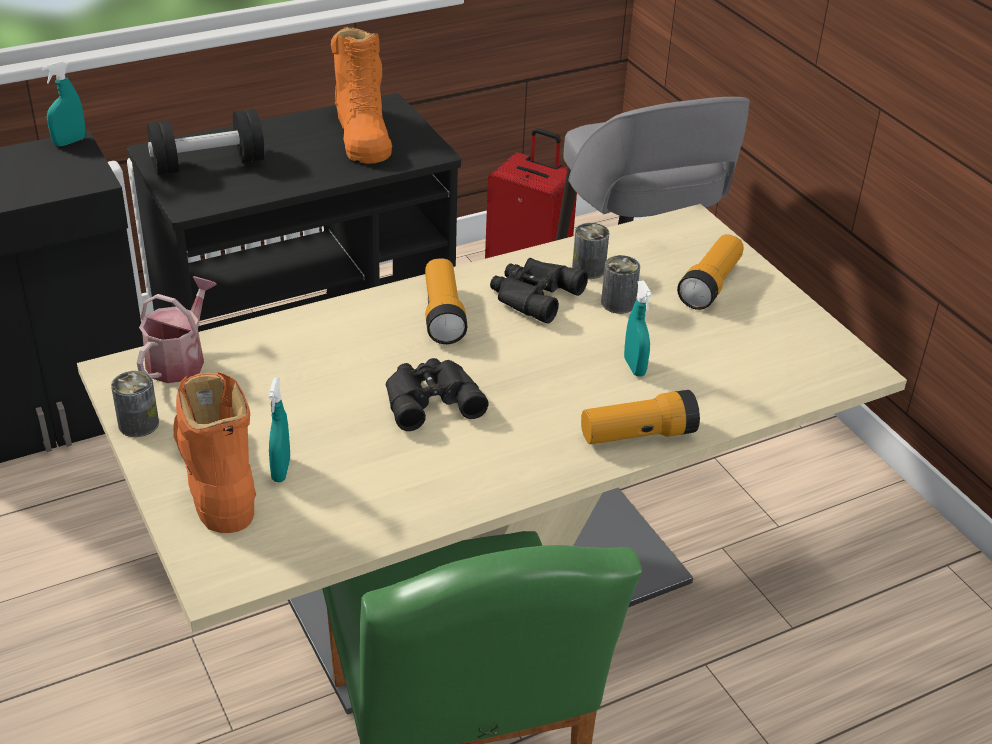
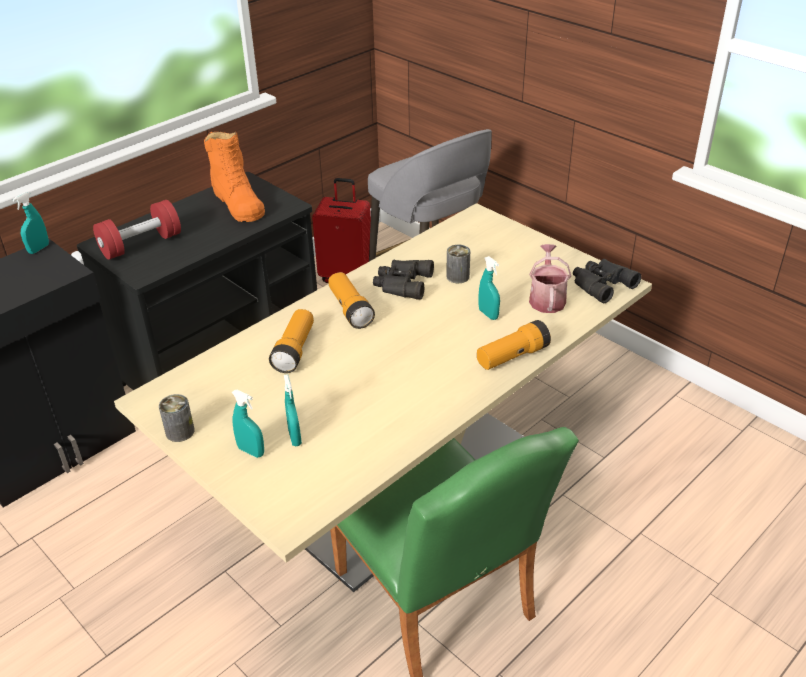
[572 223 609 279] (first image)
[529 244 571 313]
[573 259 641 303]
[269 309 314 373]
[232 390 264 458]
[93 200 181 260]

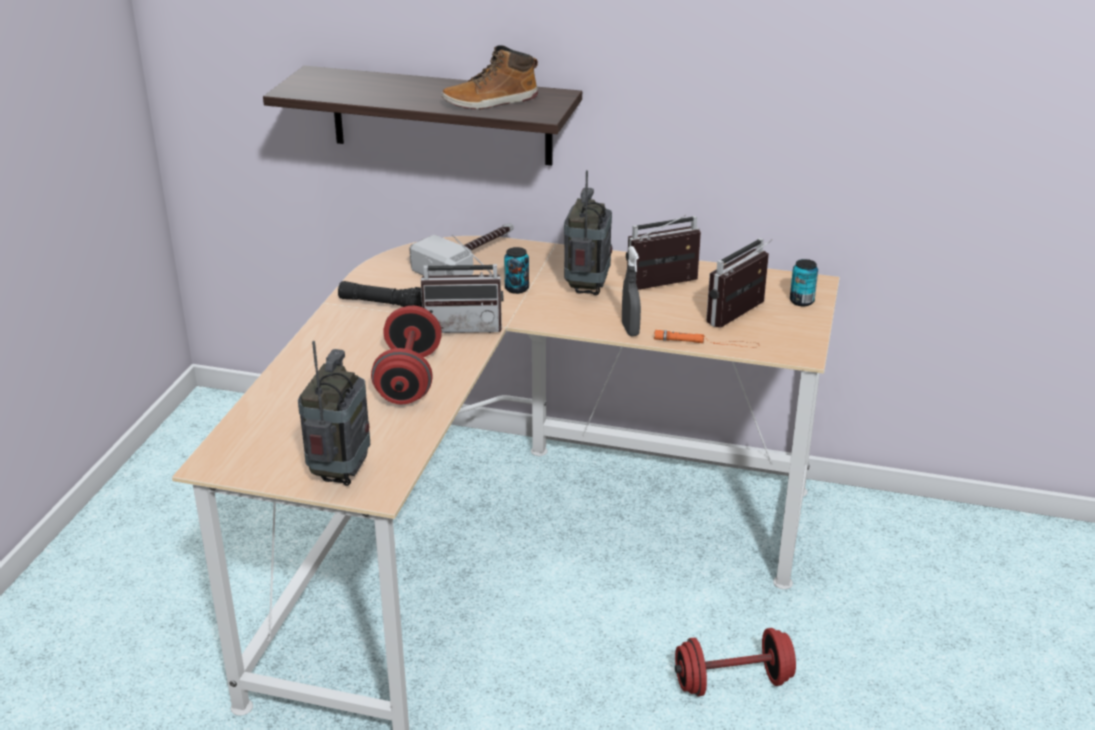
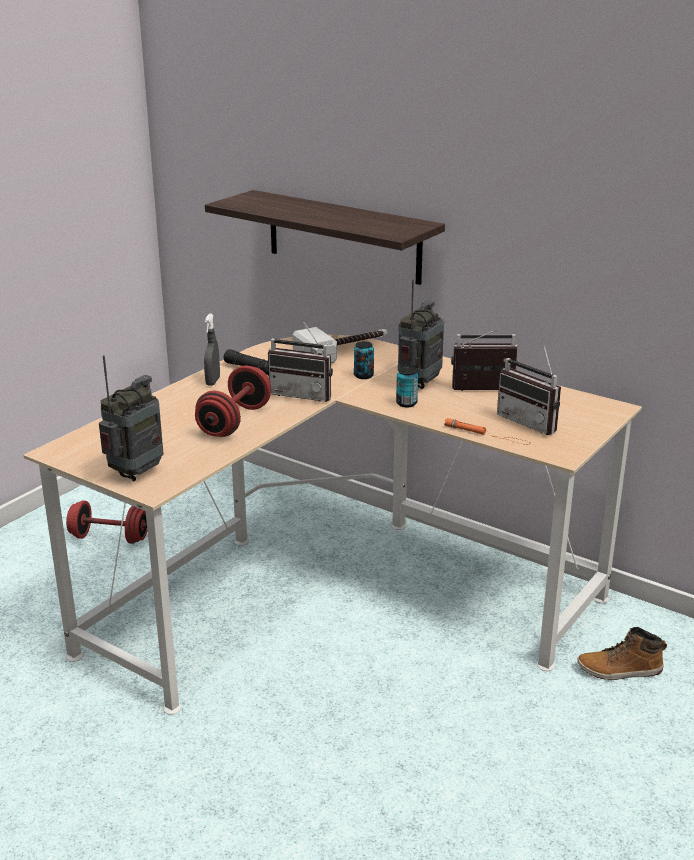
[577 627 667 680]
[204 314 220 386]
[66 501 147 544]
[396 367 418 407]
[497 343 561 435]

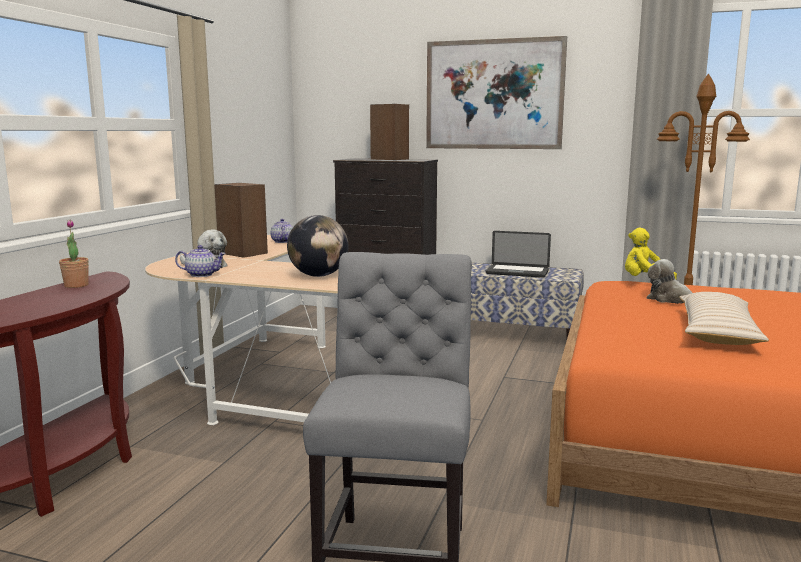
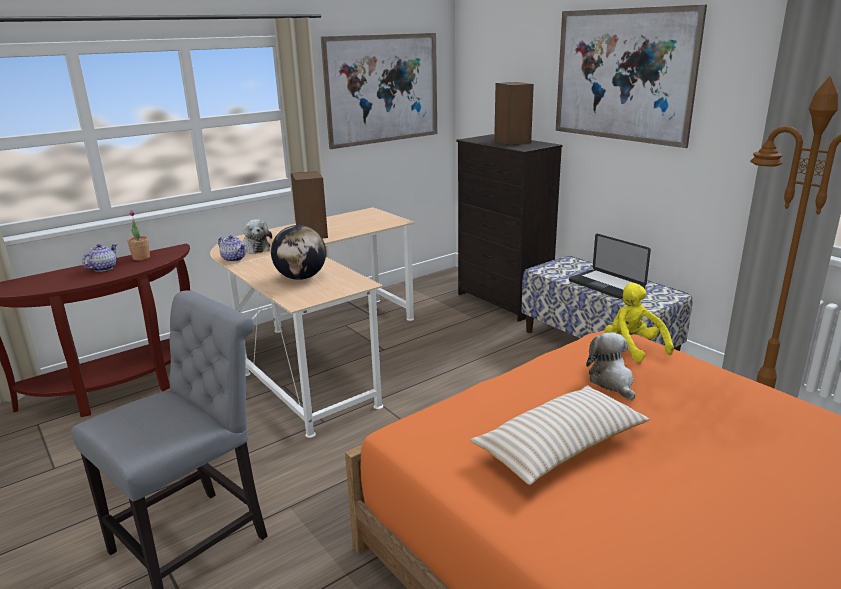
[321 33 437 149]
[82 244 117 272]

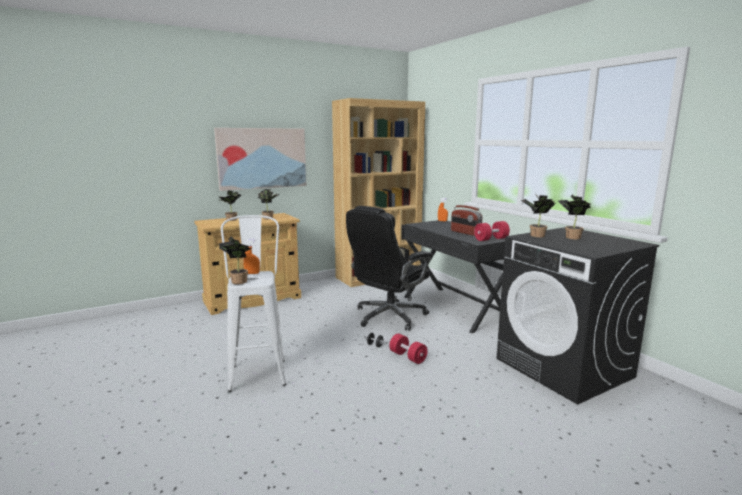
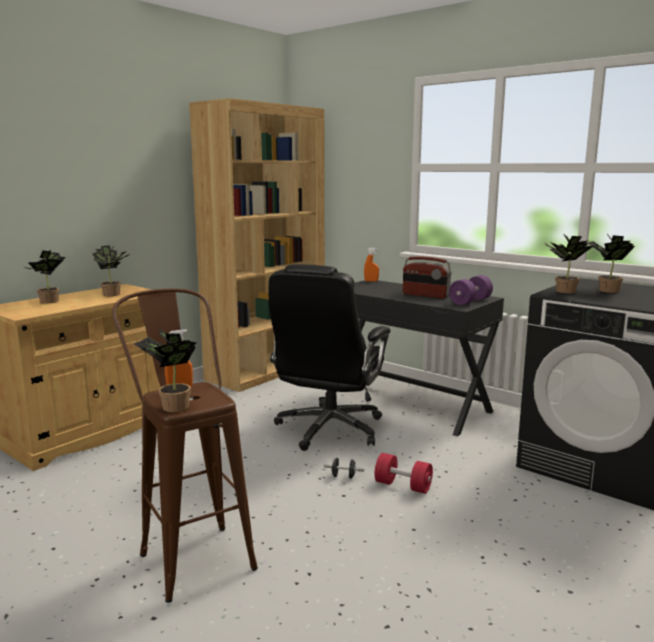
[214 128 306 191] (first image)
[112 288 258 603]
[449 275 493 305]

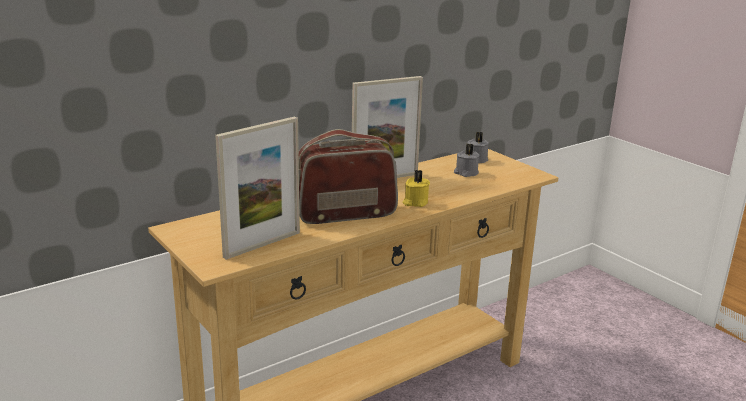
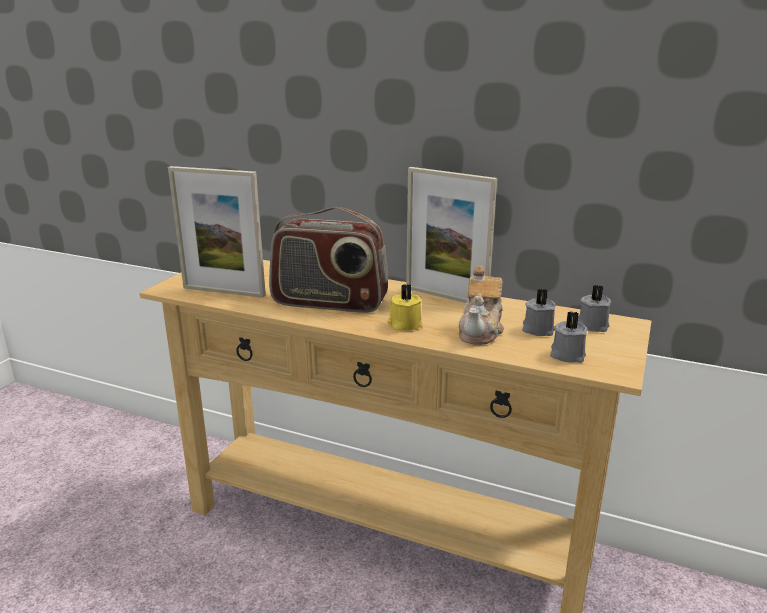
[458 266 504 345]
[550 311 588 363]
[269 207 388 313]

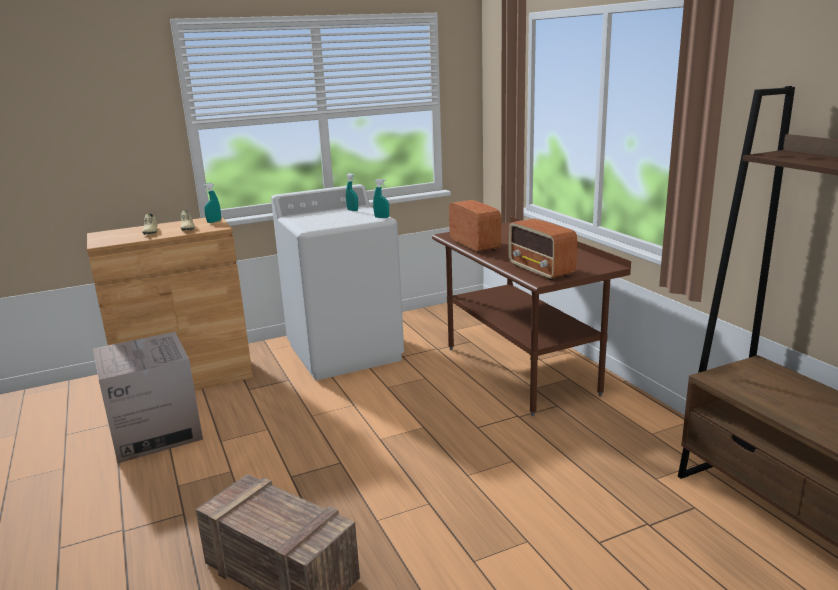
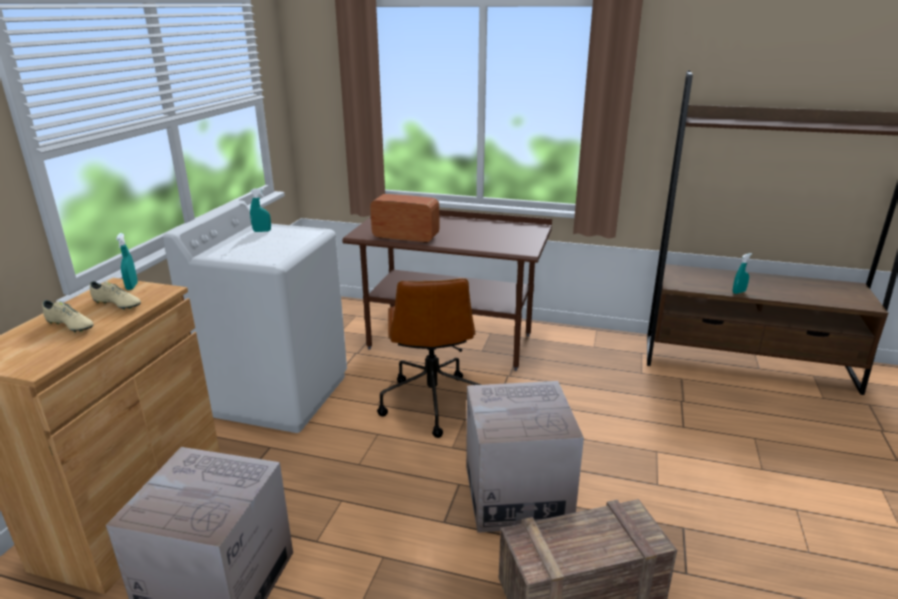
[509 218 577 280] (first image)
[377 278 482 438]
[466 381 584 533]
[733 253 752 294]

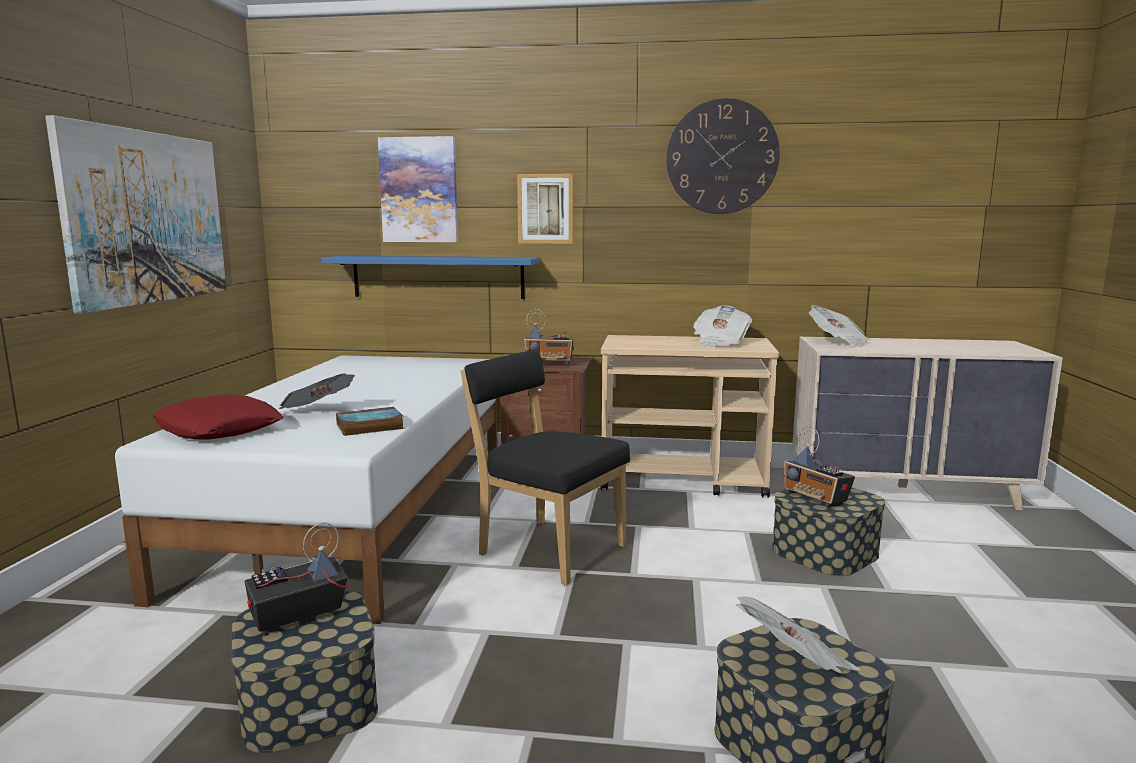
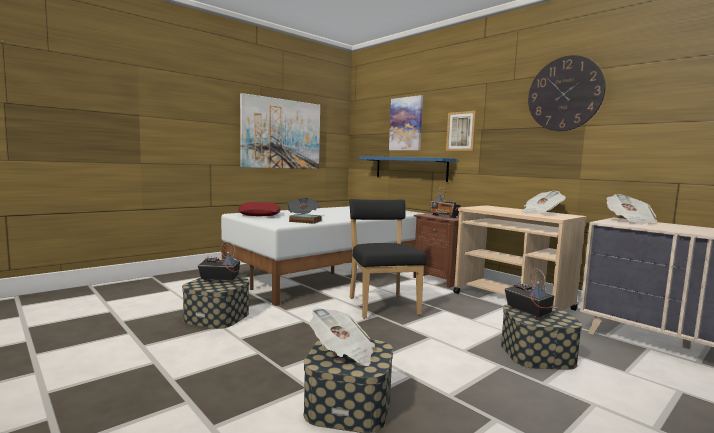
[505 269 554 320]

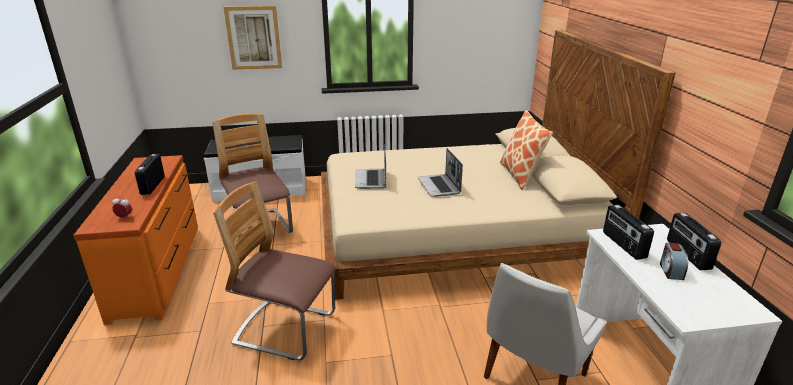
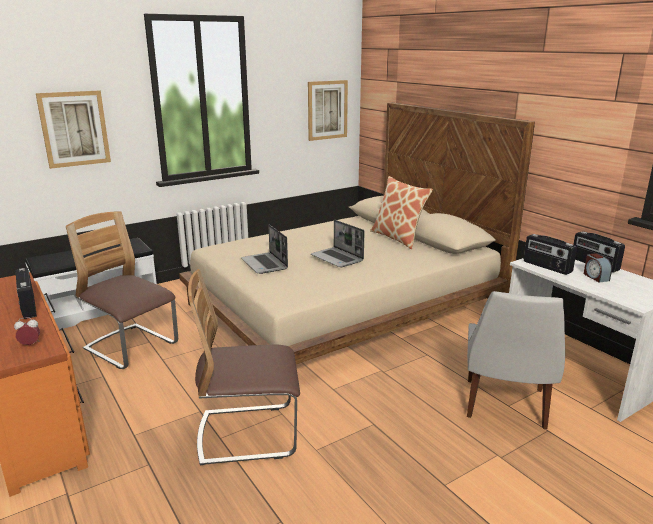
[308 80 348 141]

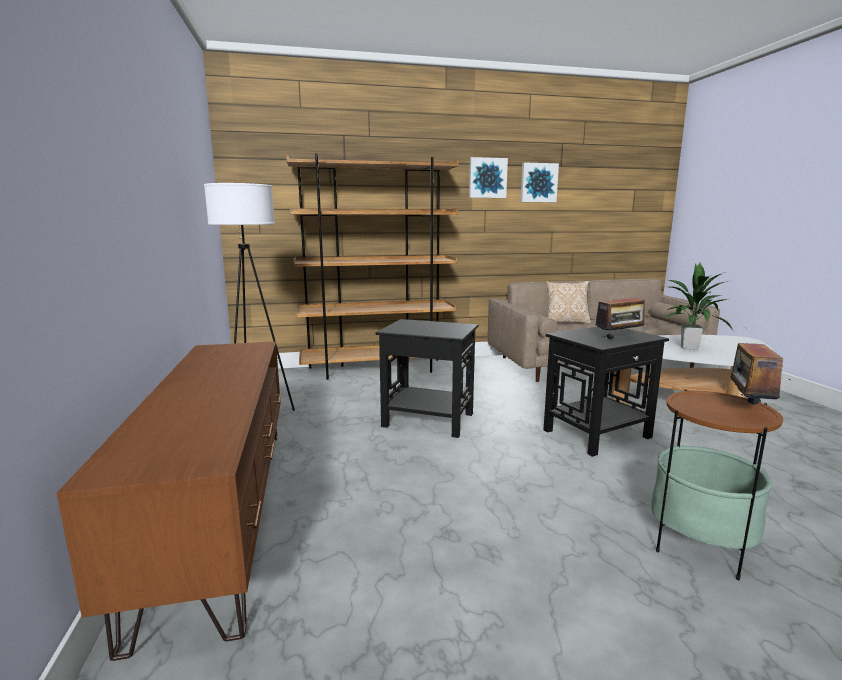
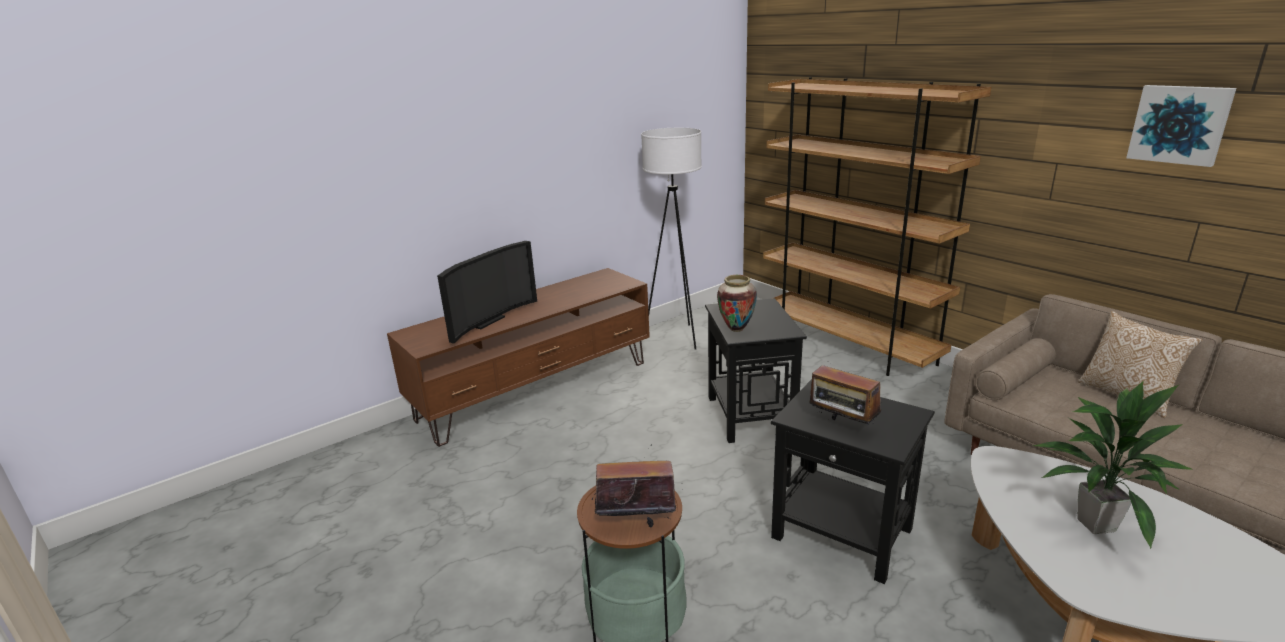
[469 157 508 198] (first image)
[437 241 537 344]
[717 275 757 332]

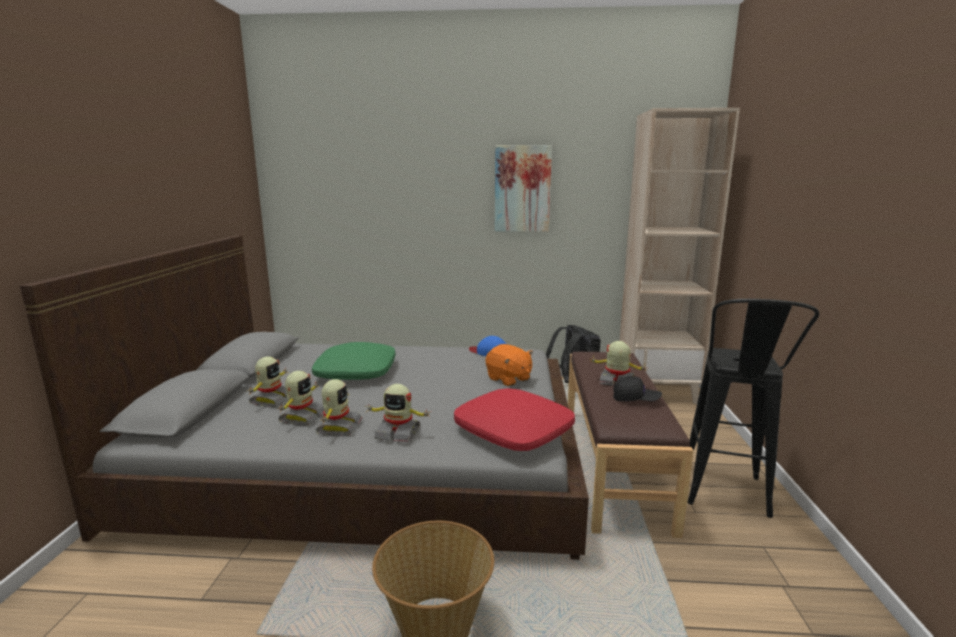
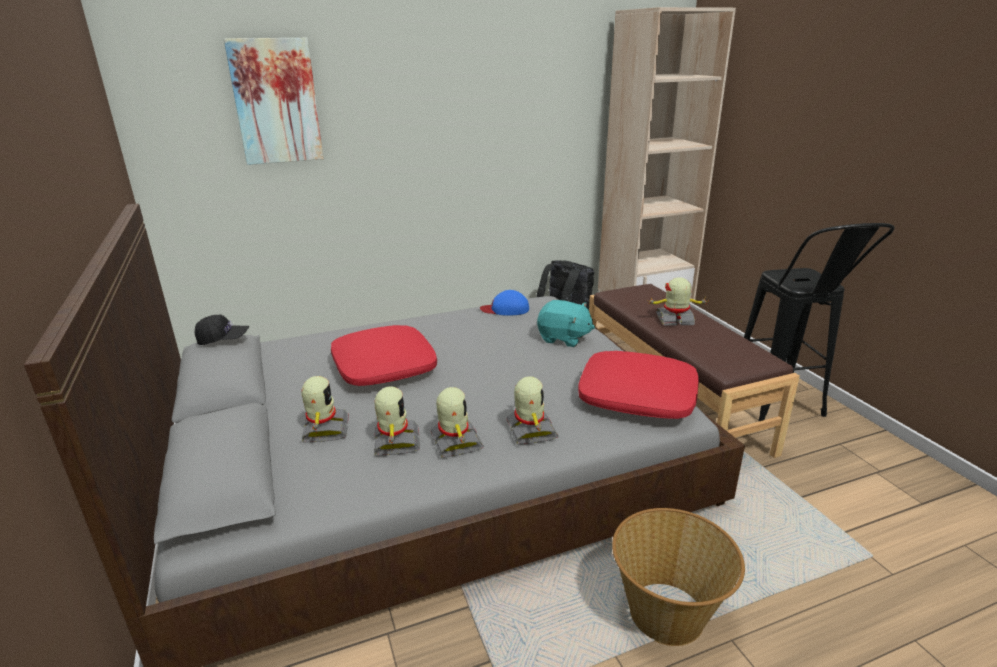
[224 38 324 165]
[195 315 249 345]
[331 325 437 386]
[537 300 595 347]
[506 376 558 445]

